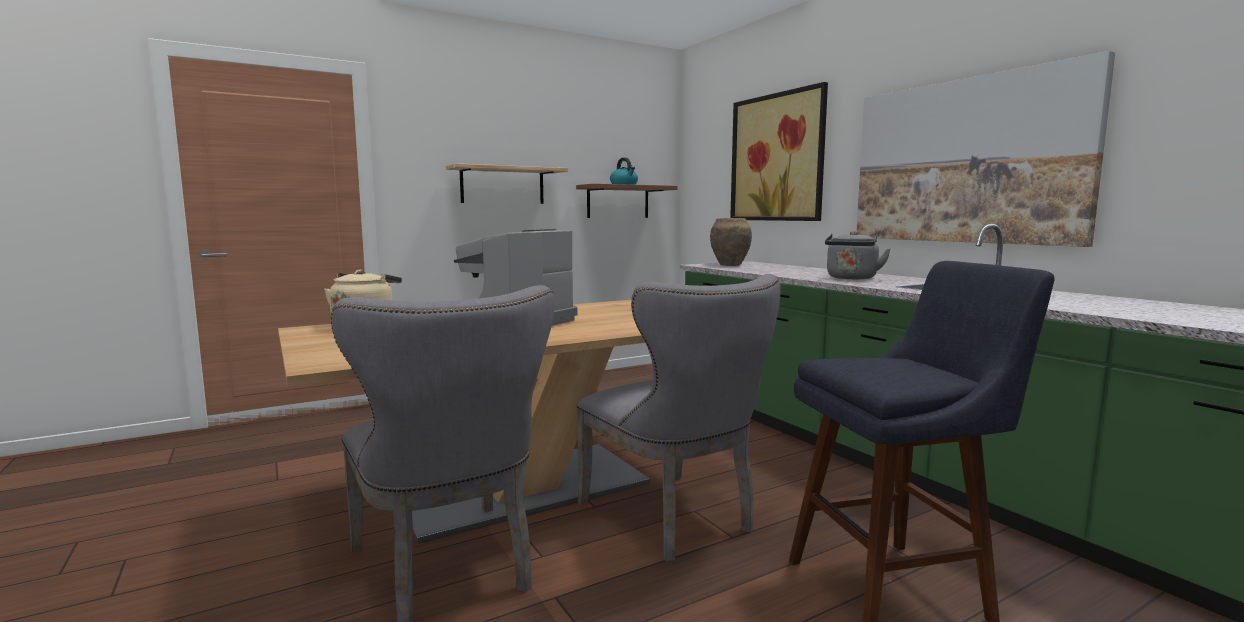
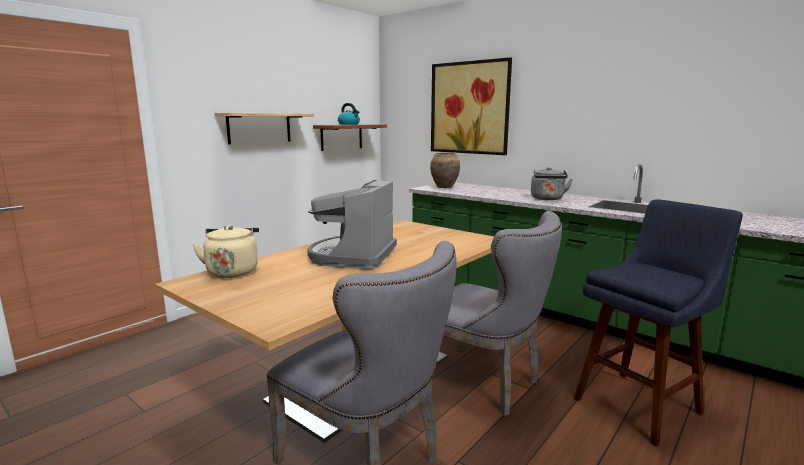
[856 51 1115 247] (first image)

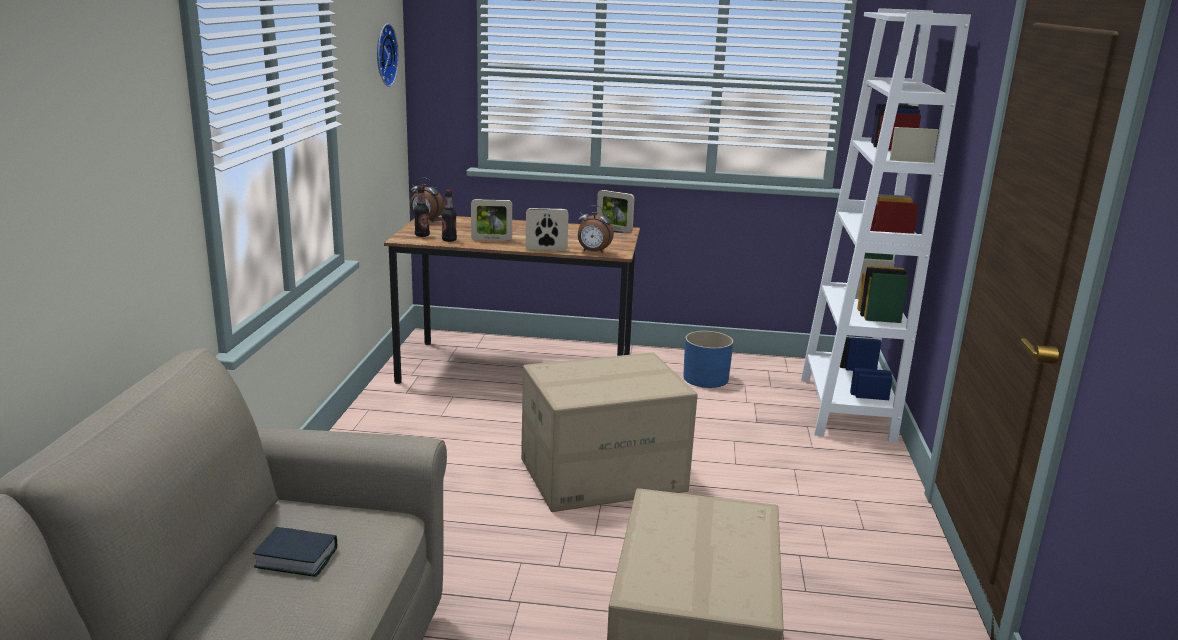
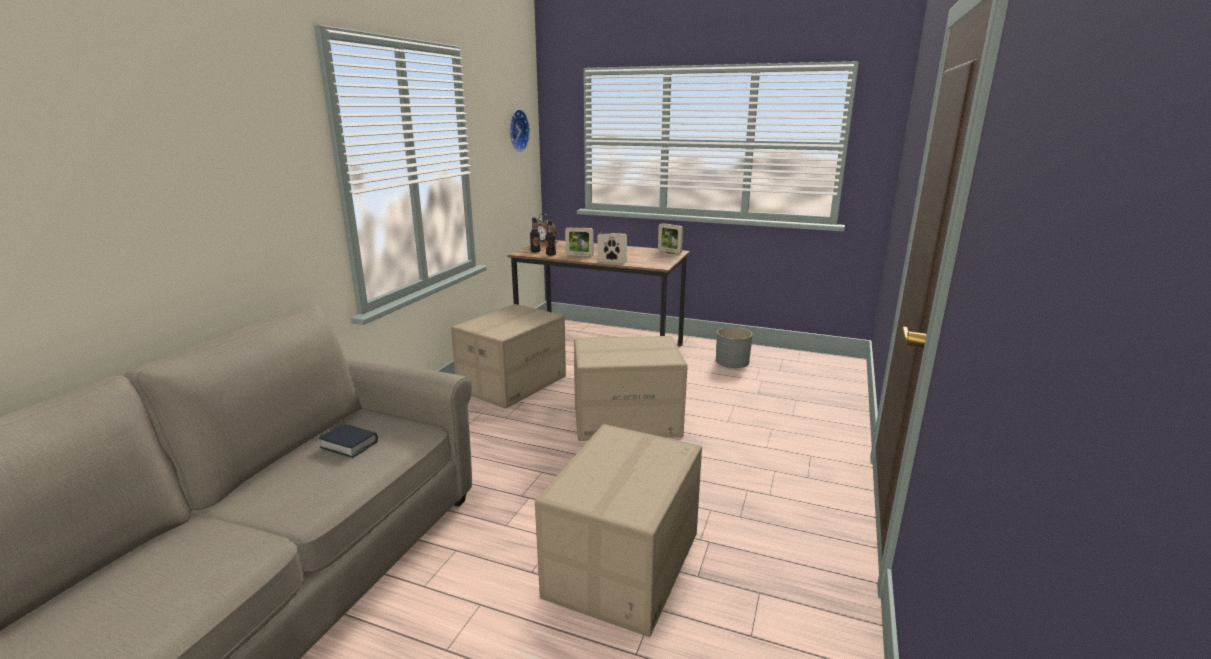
[578 205 614 253] (first image)
[801 8 971 443] (first image)
[451 304 566 409]
[716 327 752 368]

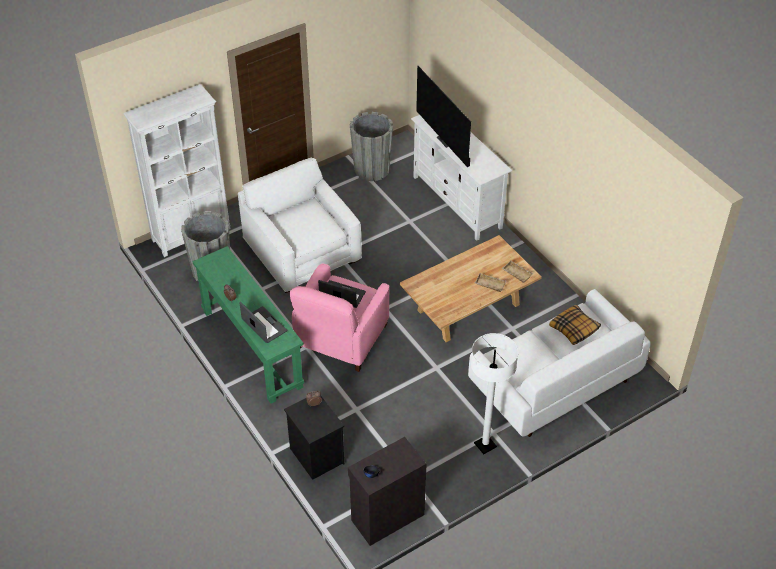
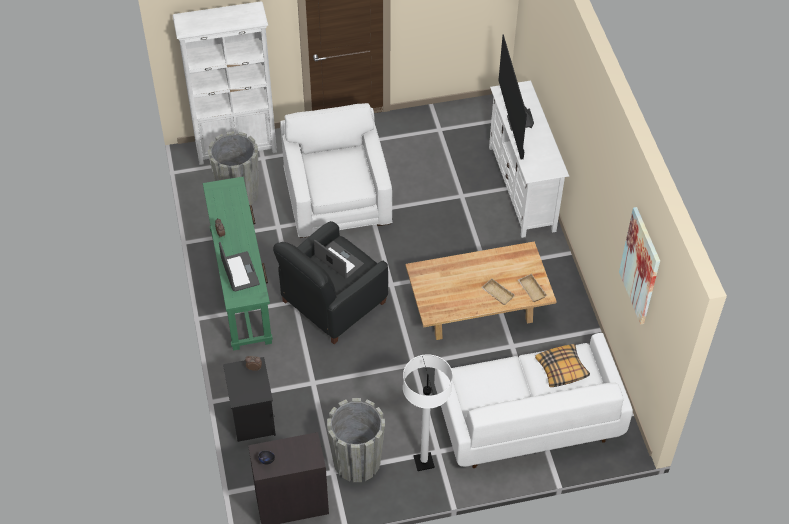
[619 207 660 324]
[327 398 385 482]
[273 221 388 344]

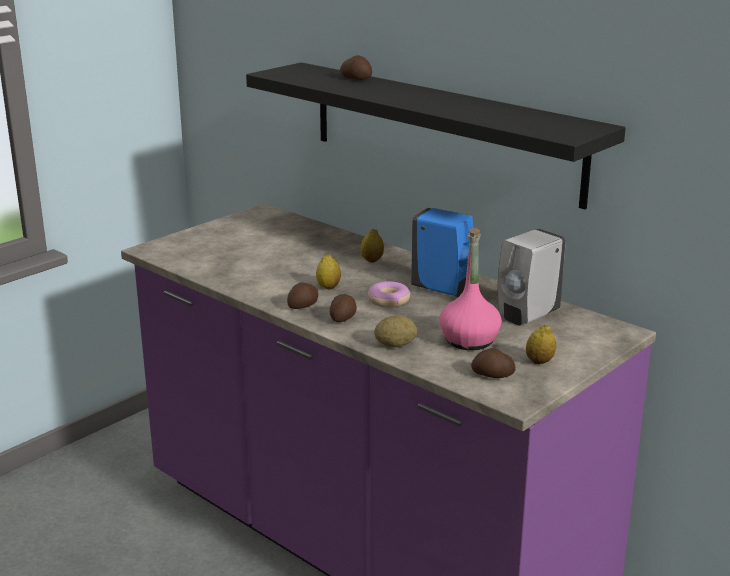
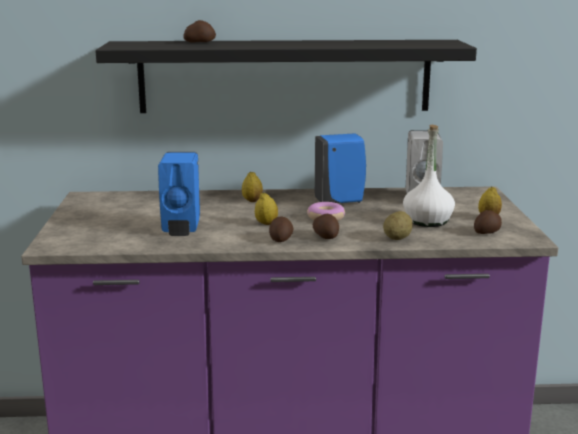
[158 152 200 236]
[403 125 455 227]

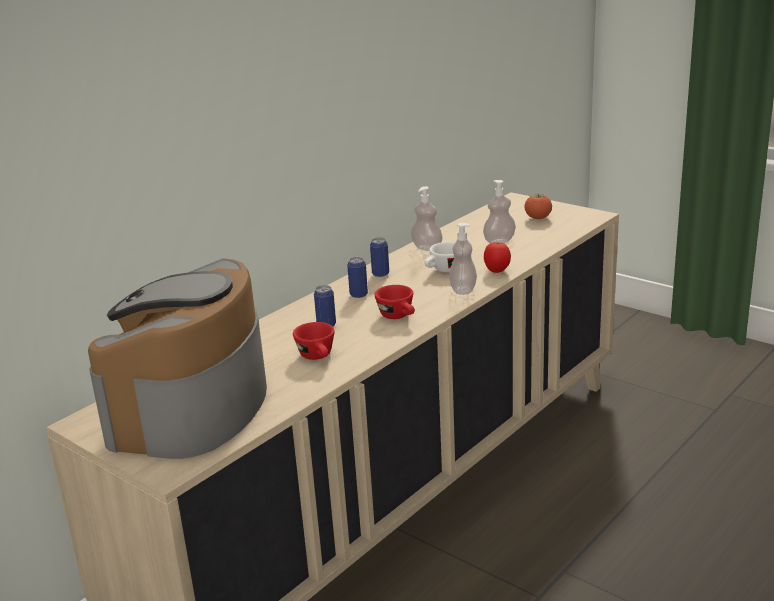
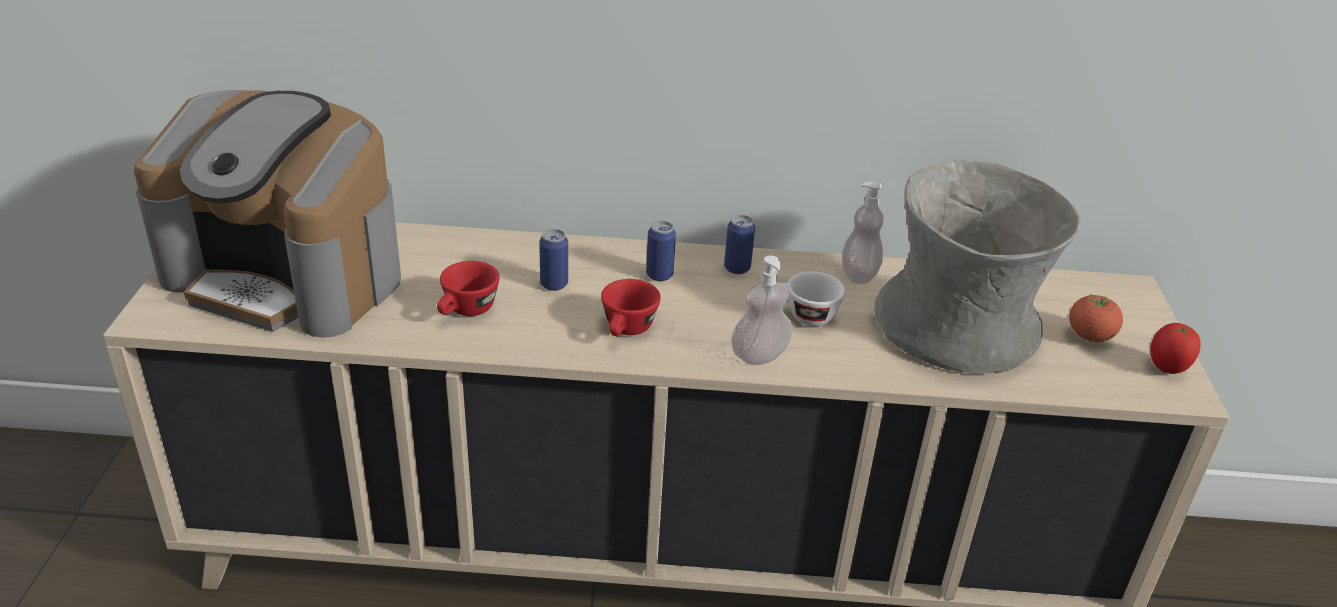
[1150 323 1201 374]
[874 160 1081 373]
[134 90 401 338]

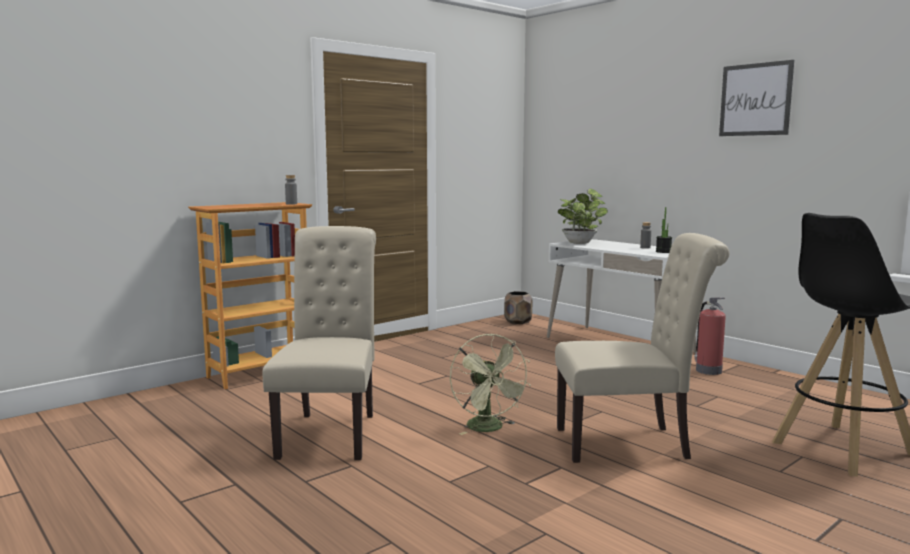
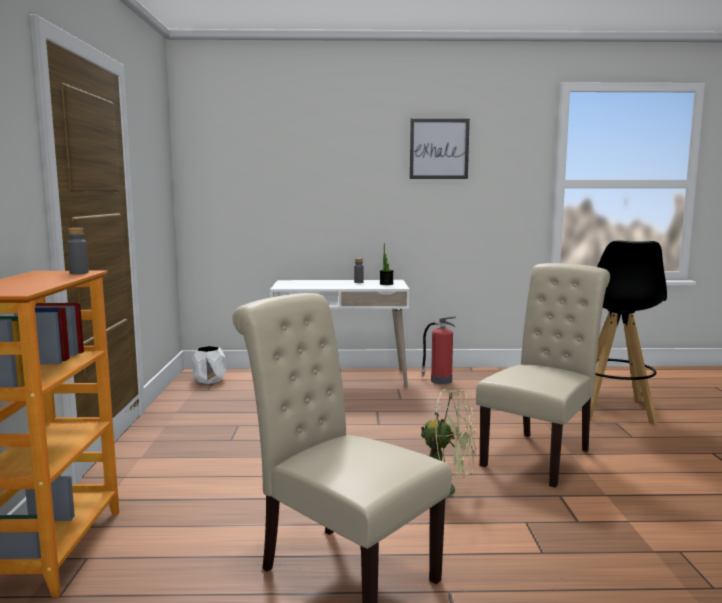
[558 189 608 244] (first image)
[191 346 226 384]

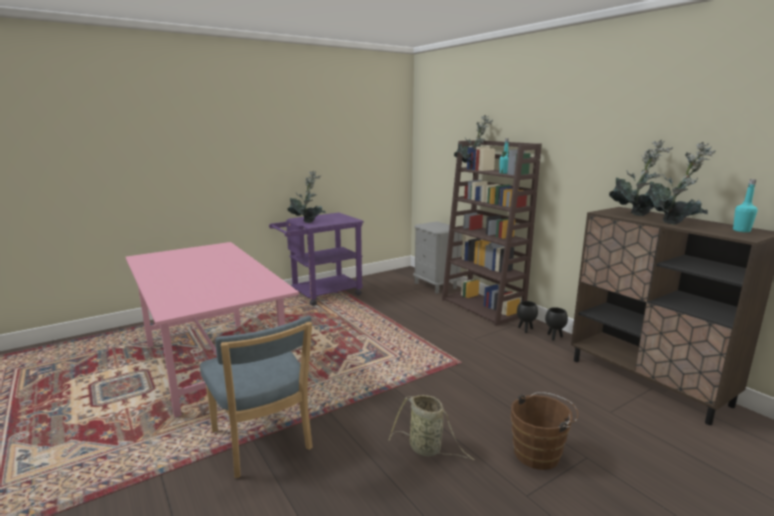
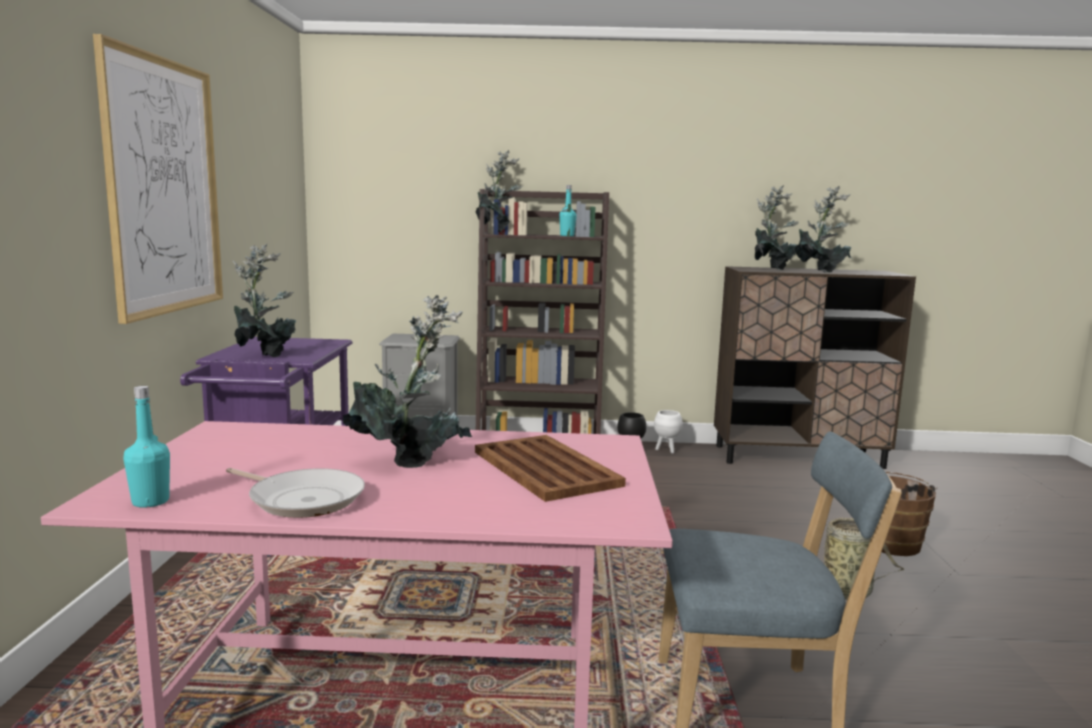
[93 34 223 324]
[226 468 365 518]
[343 295 472 468]
[475 435 626 502]
[123 386 170 508]
[654 410 683 453]

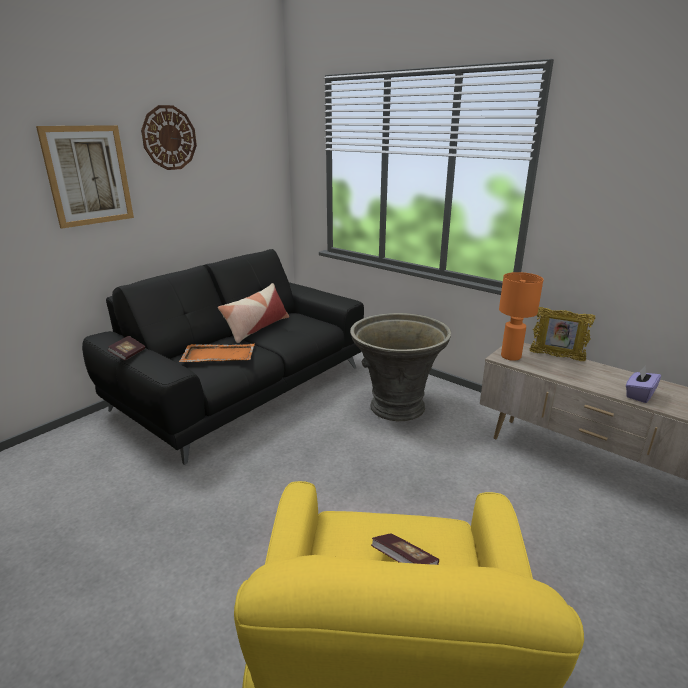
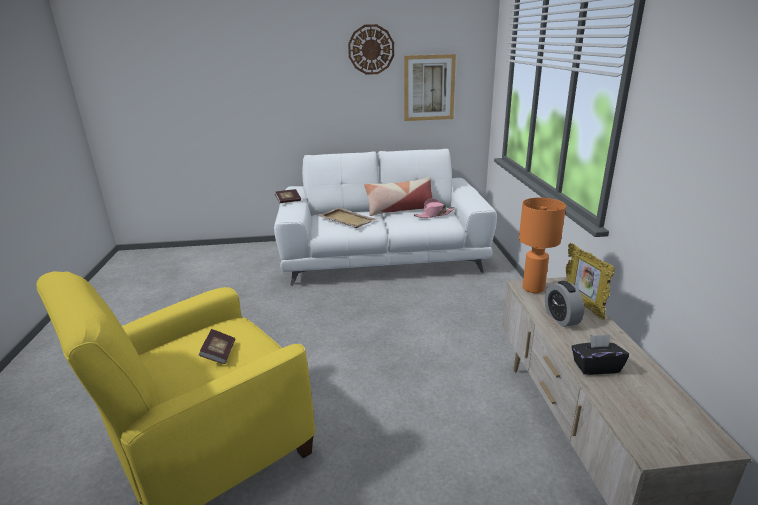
[350 313 451 421] (first image)
[413 198 455 218]
[545 281 584 327]
[404 54 456 121]
[274 149 497 286]
[317 208 376 228]
[572 335 629 375]

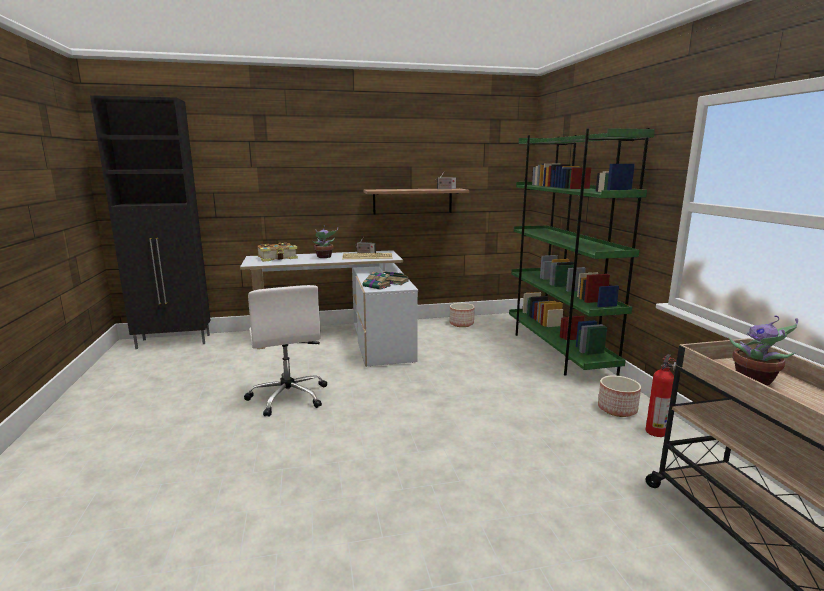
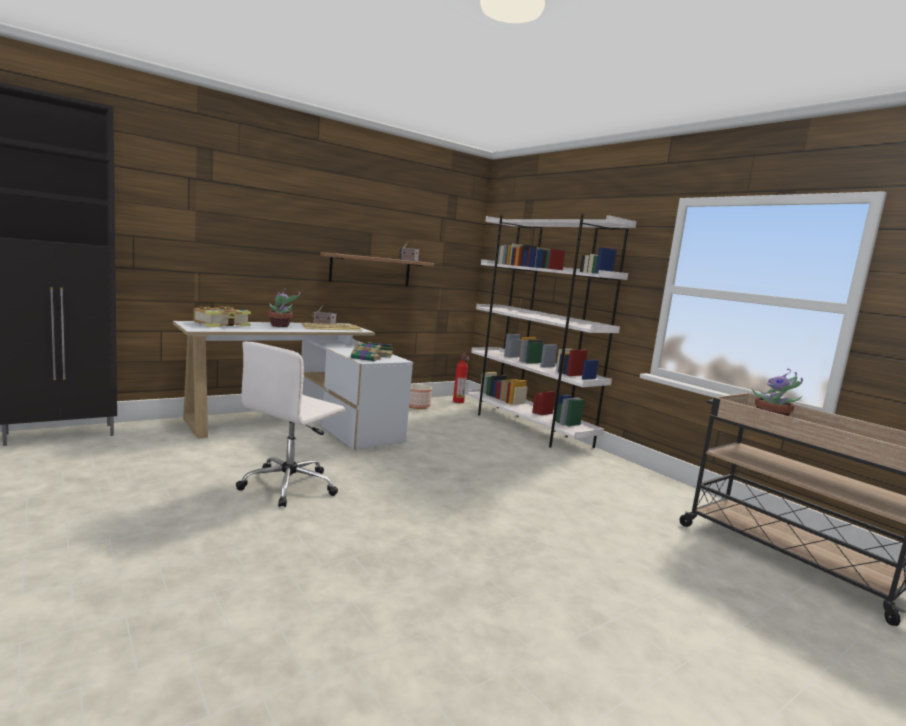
[598 375 641 417] (first image)
[453 353 469 403]
[467 213 637 448]
[236 342 345 507]

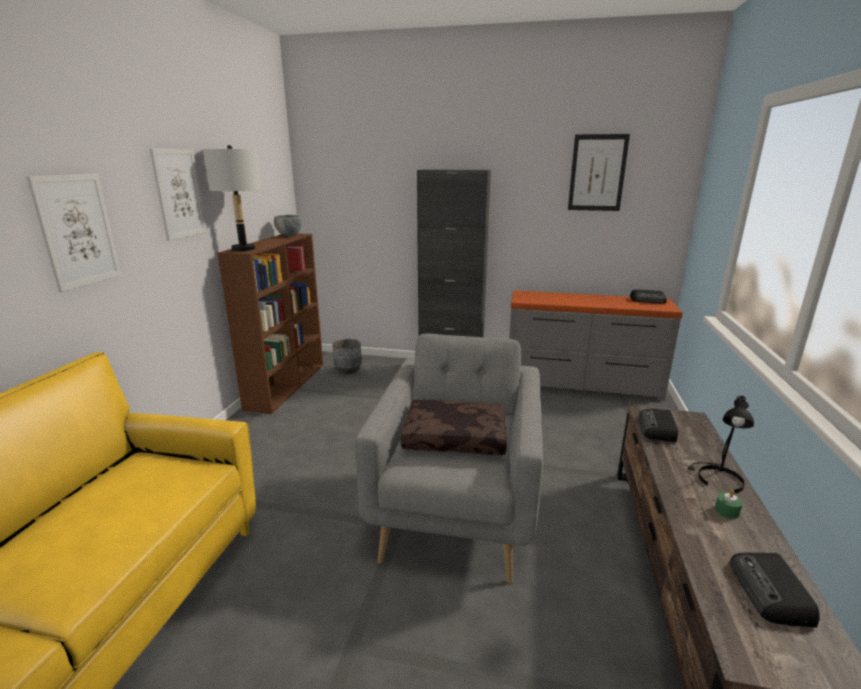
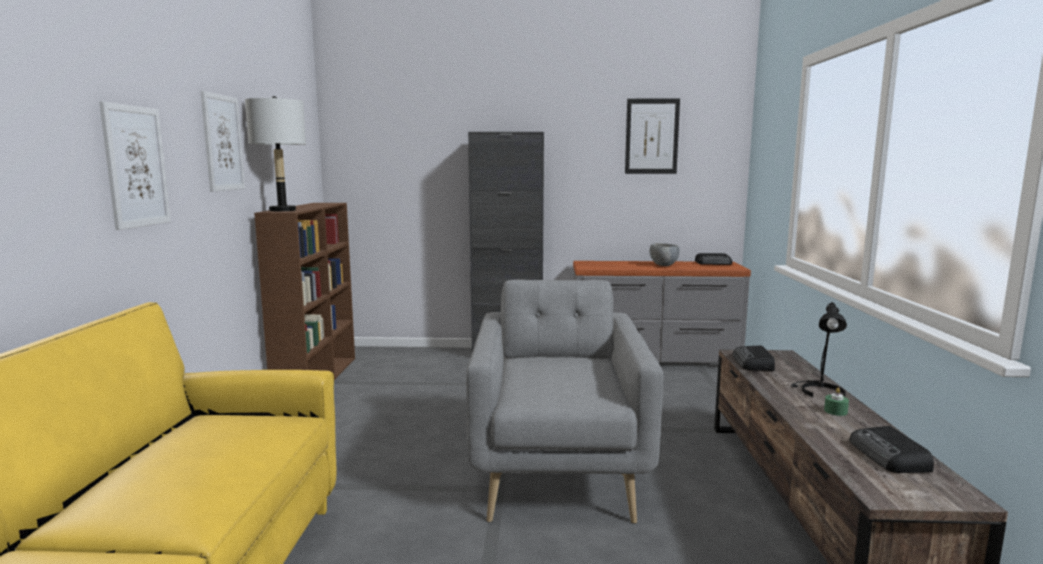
[332 339 362 374] (first image)
[401 400 507 455] (first image)
[649 243 679 266]

